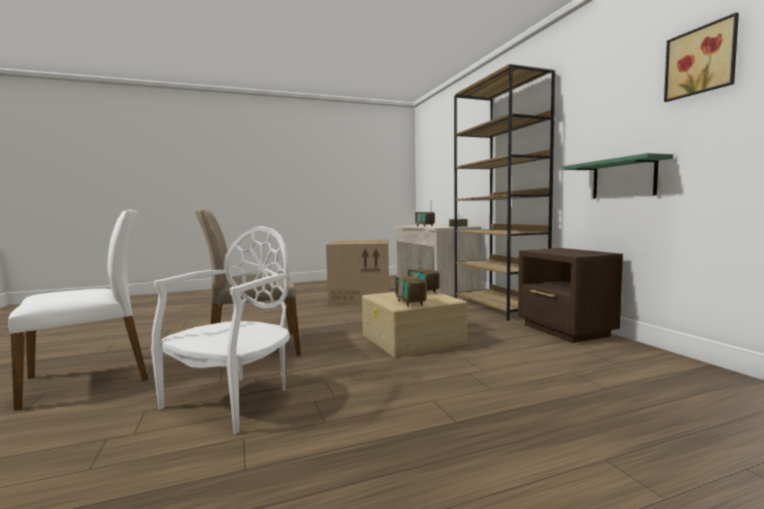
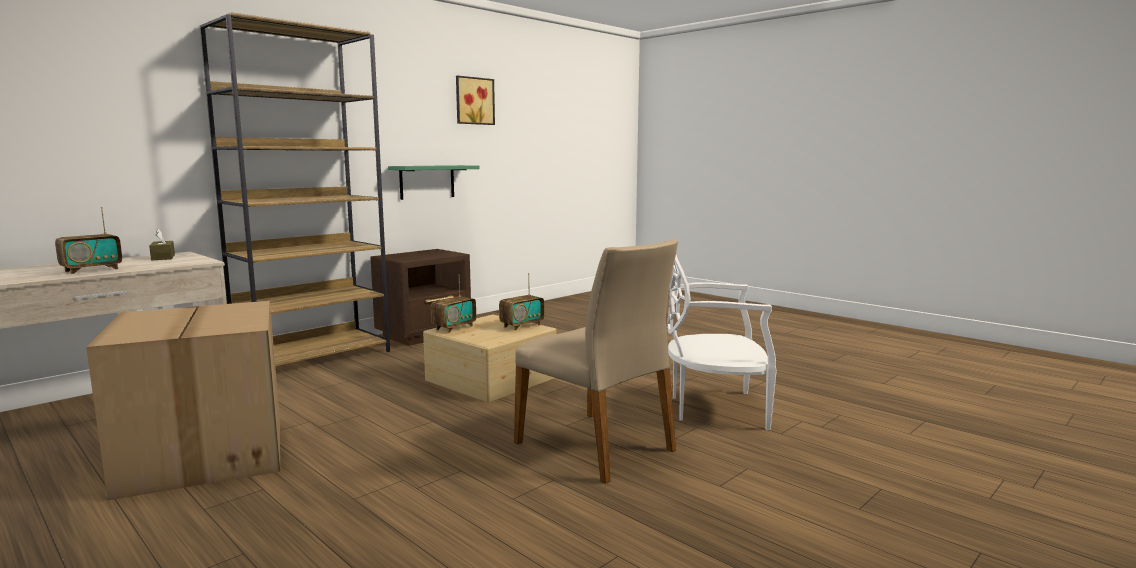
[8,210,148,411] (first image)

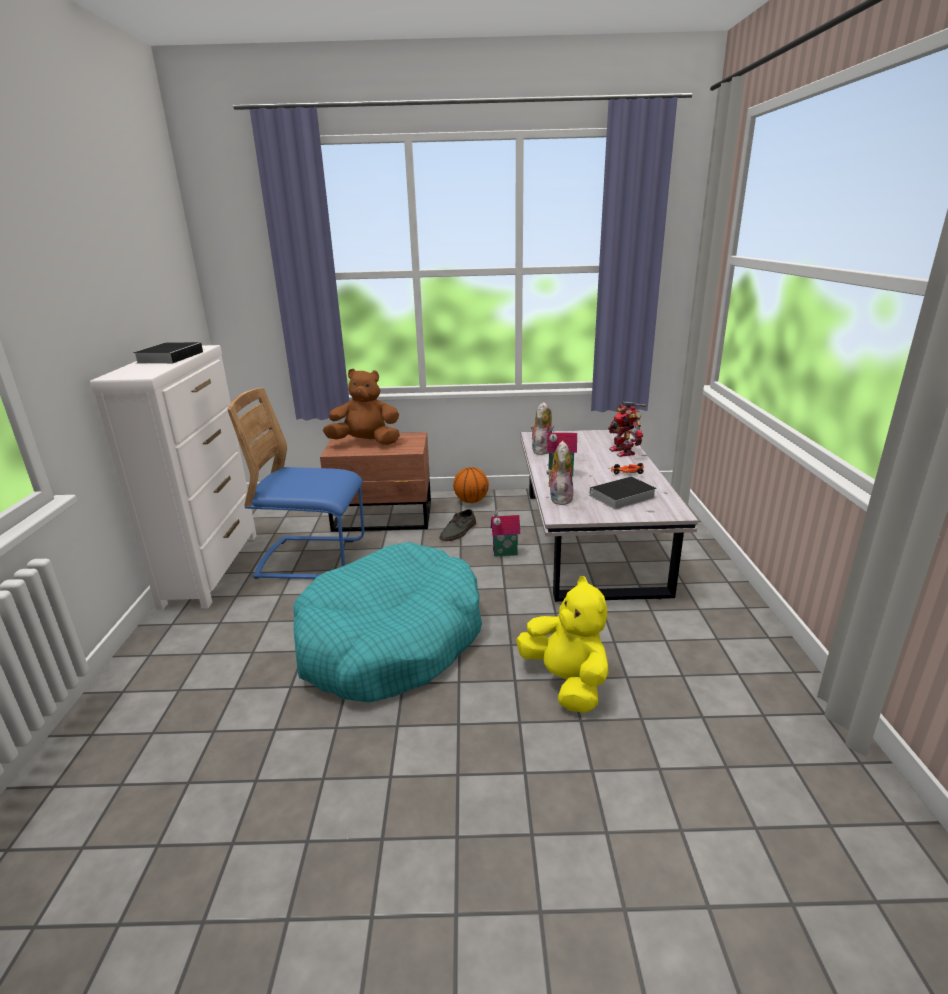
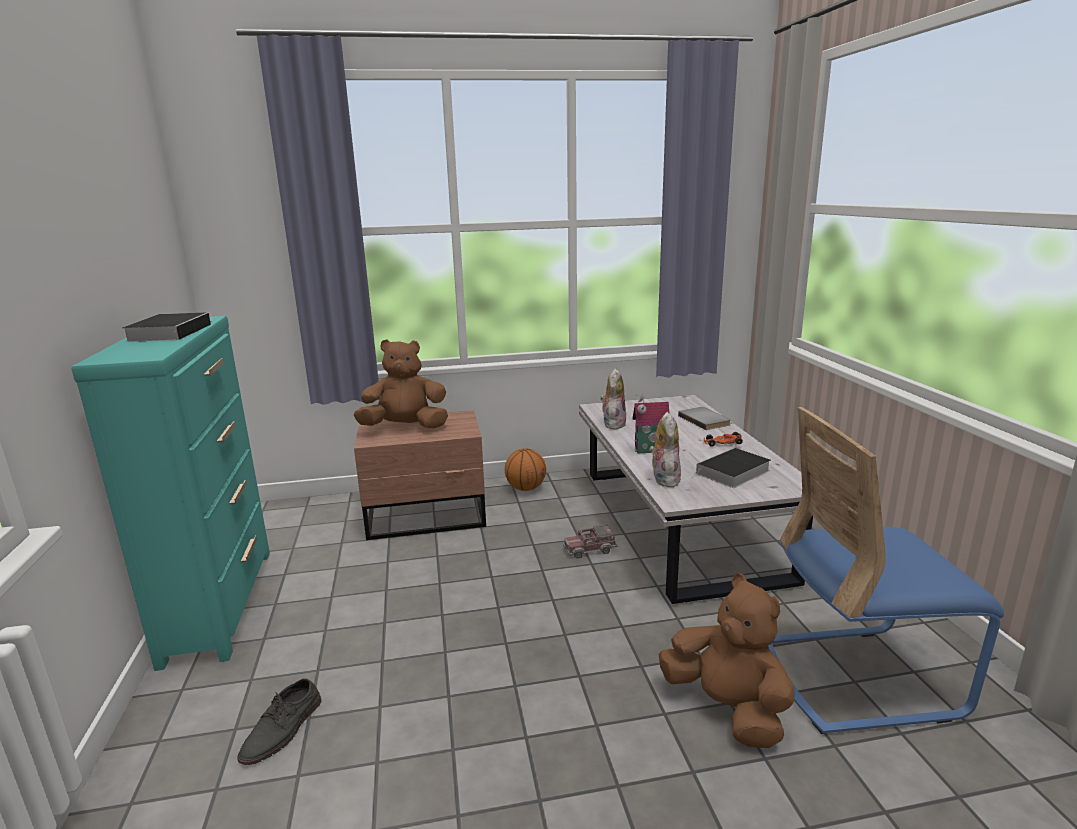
[72,316,270,671]
[768,407,1004,734]
[678,407,731,430]
[237,678,321,765]
[563,525,618,559]
[293,542,482,702] (first image)
[658,573,794,748]

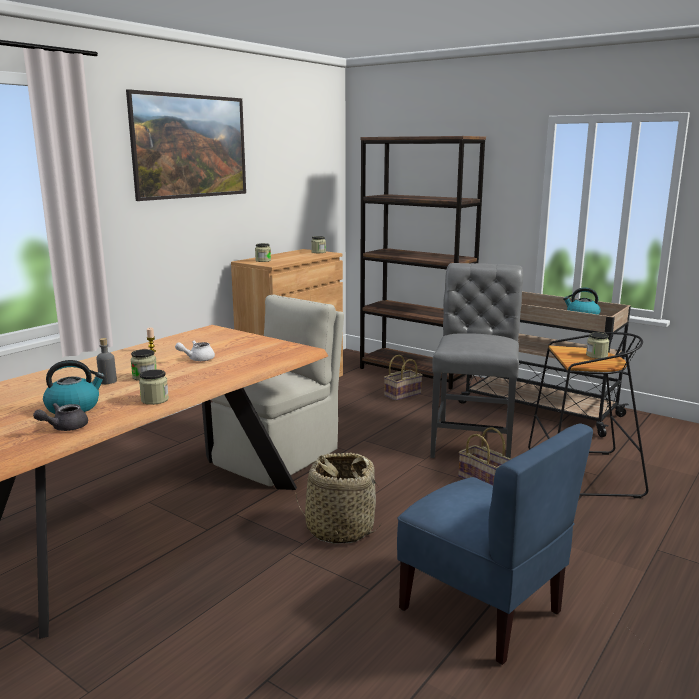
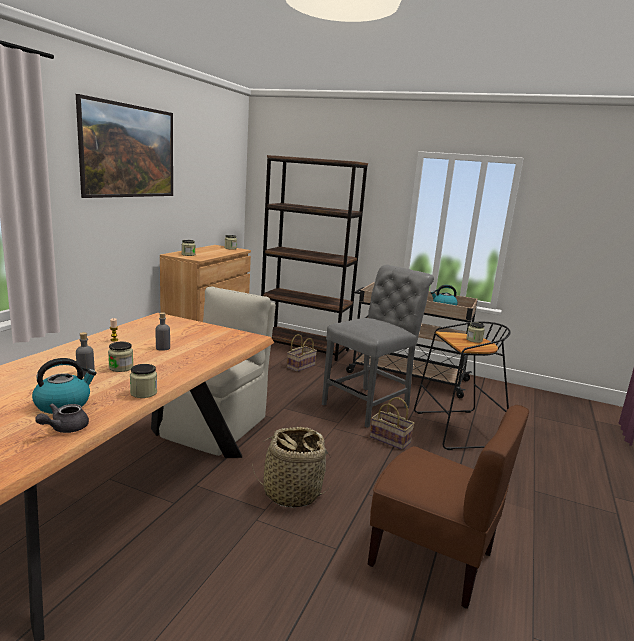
[322,265,434,428]
[155,312,170,351]
[367,405,530,609]

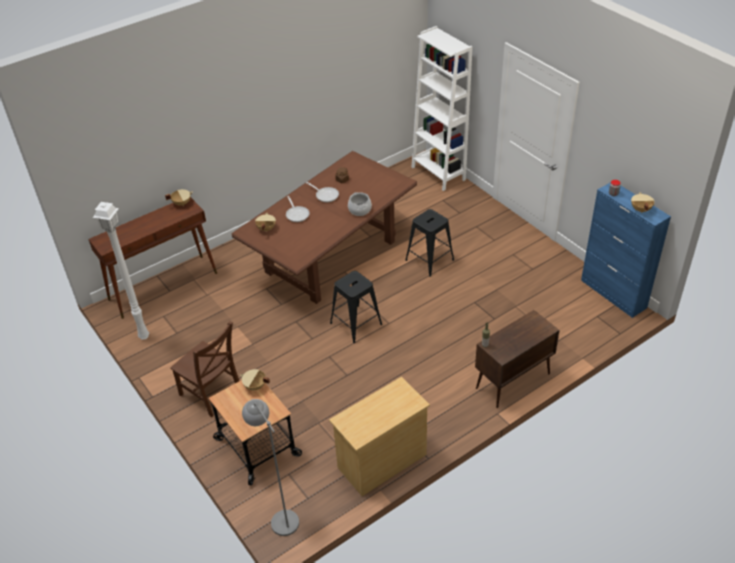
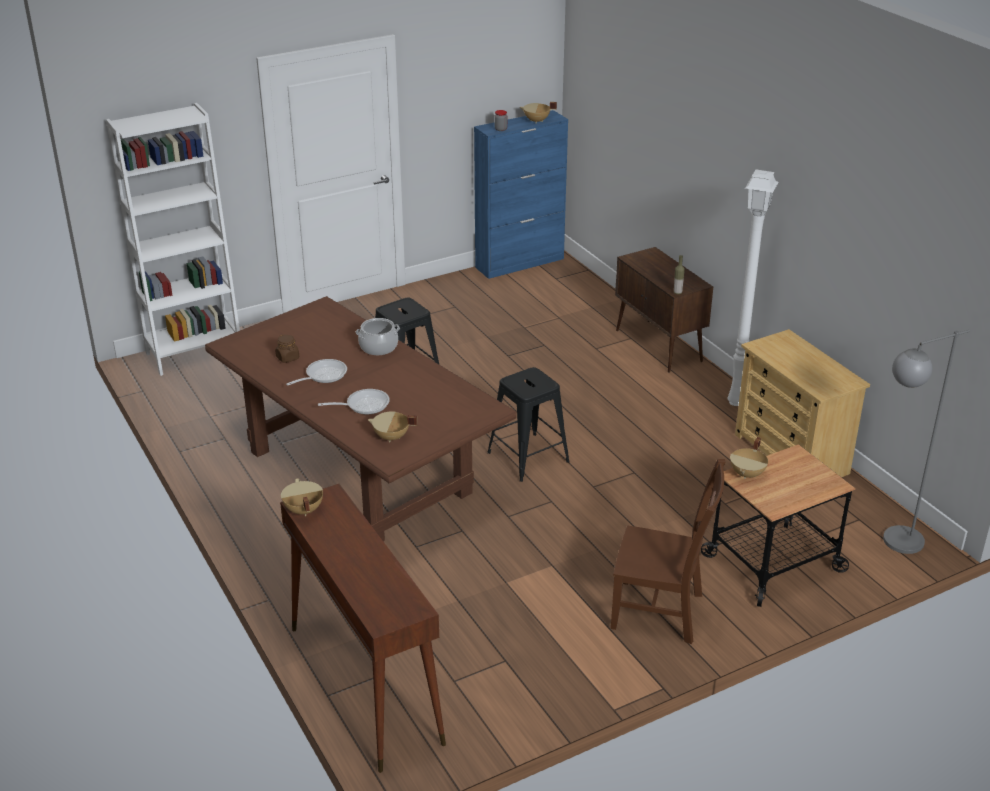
[727,169,778,406]
[611,459,725,644]

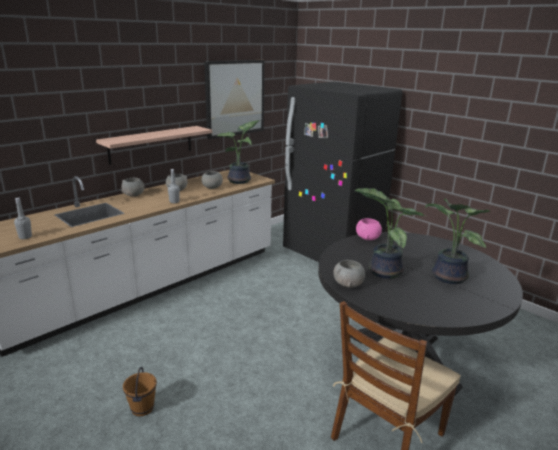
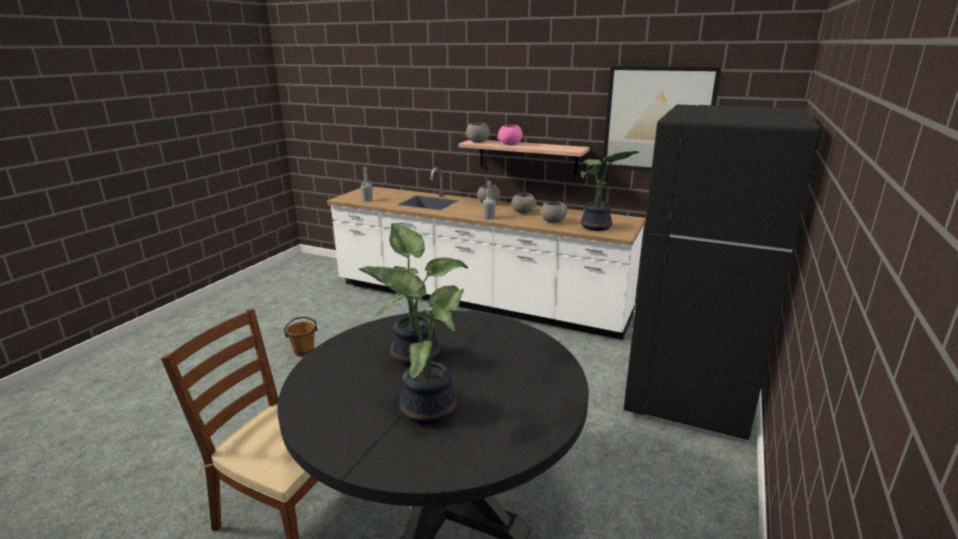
[497,125,523,145]
[465,123,490,143]

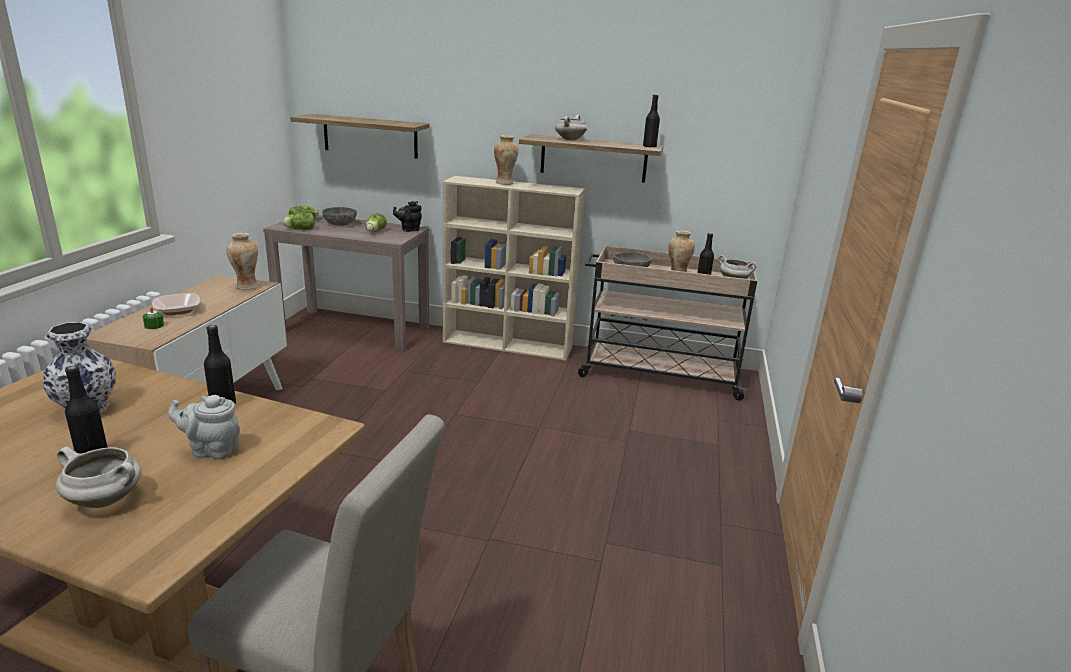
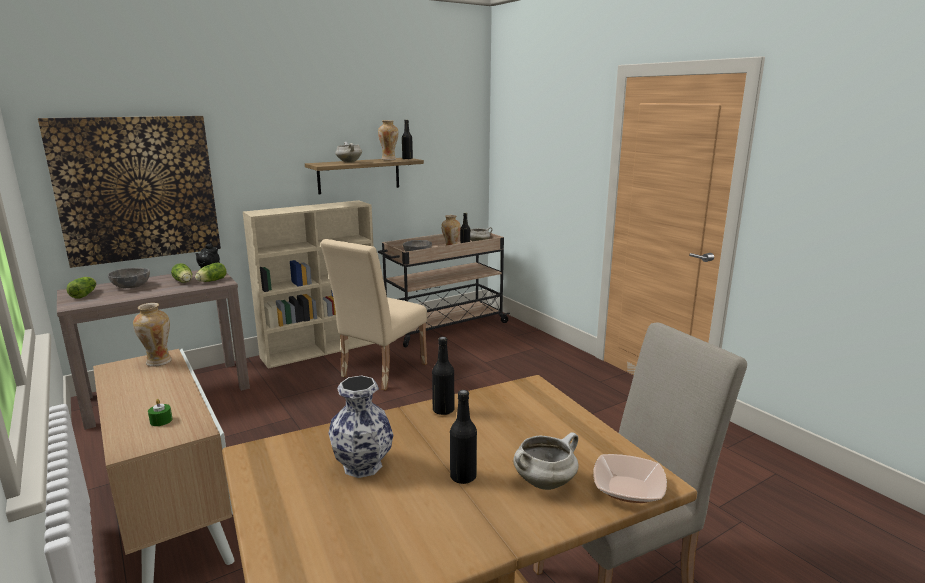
[38,116,221,268]
[378,120,398,160]
[195,262,227,282]
[593,454,667,503]
[168,395,240,459] (first image)
[320,239,427,390]

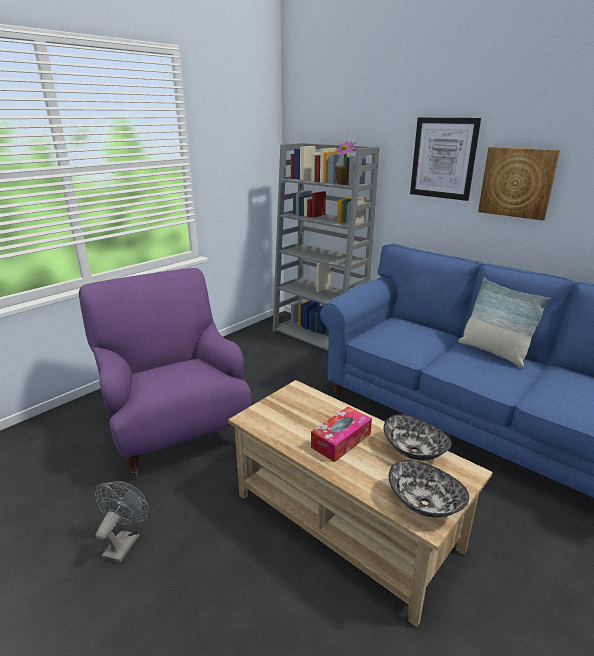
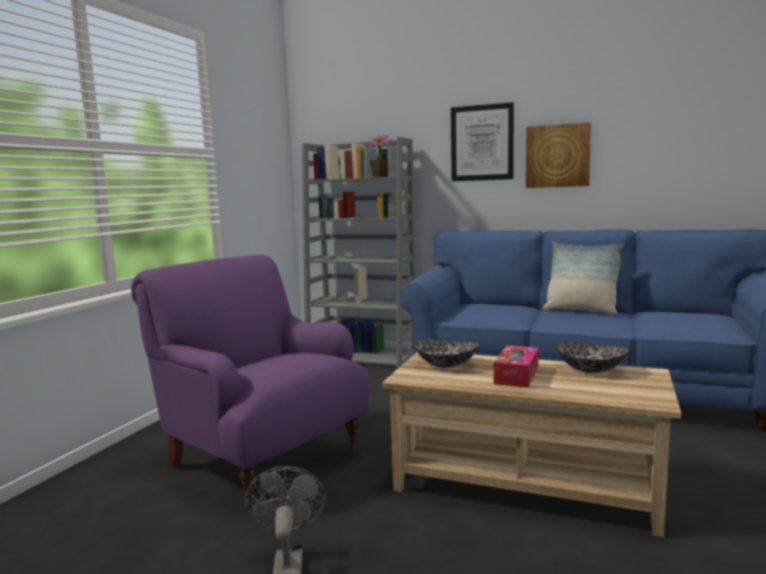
[412,339,480,368]

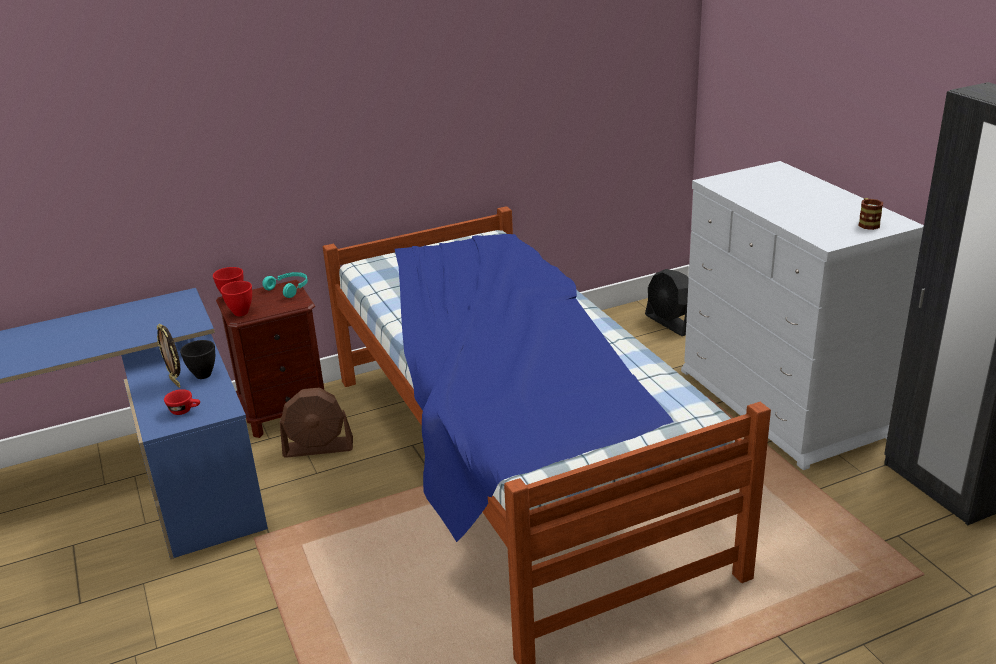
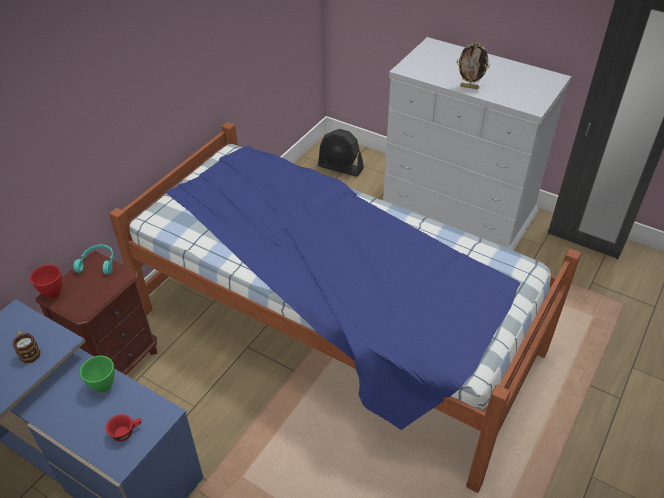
[12,330,40,364]
[220,281,252,316] (first image)
[457,42,490,89]
[80,356,115,393]
[280,388,353,458] (first image)

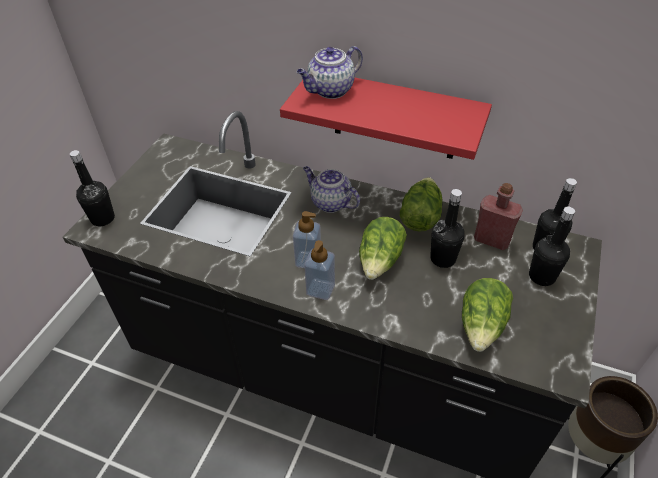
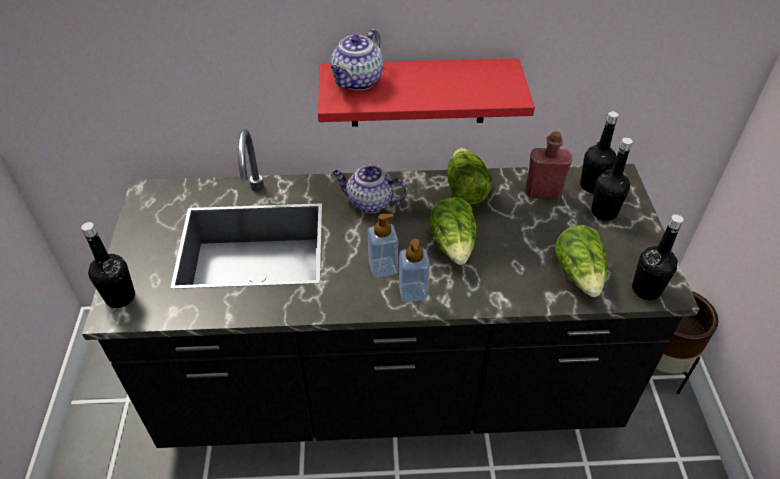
[632,214,684,300]

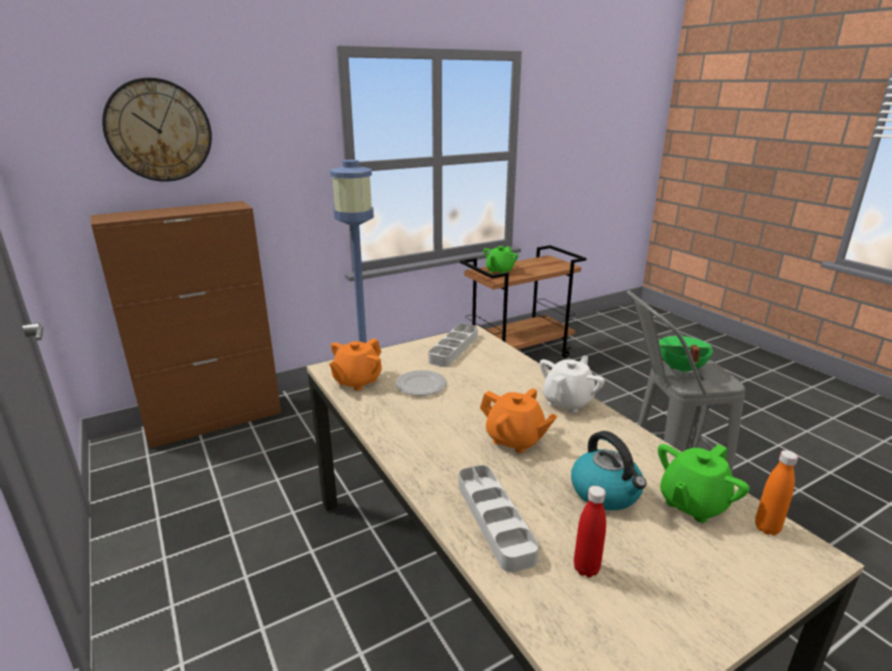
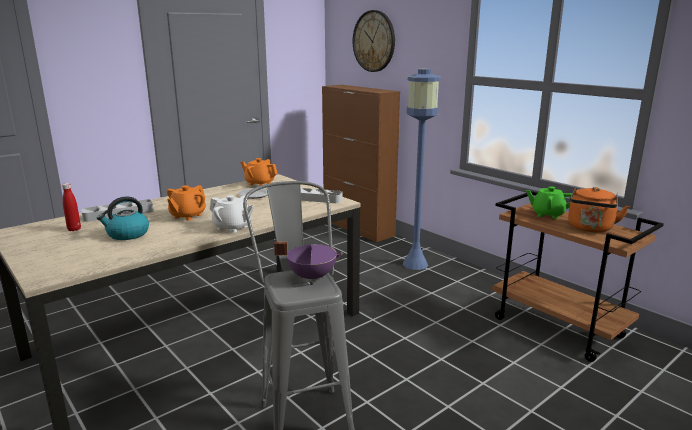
[274,242,344,282]
[658,444,750,523] (first image)
[755,450,798,535] (first image)
[568,187,630,233]

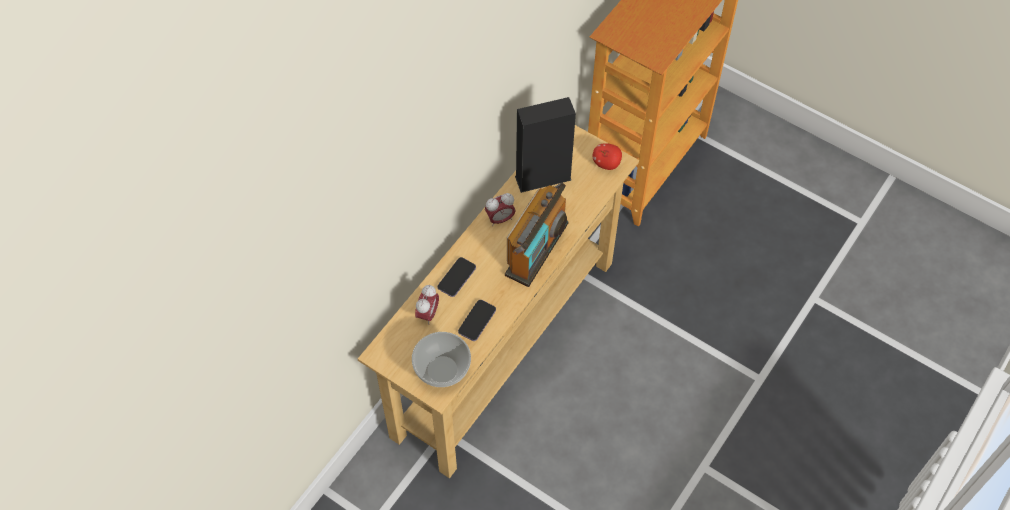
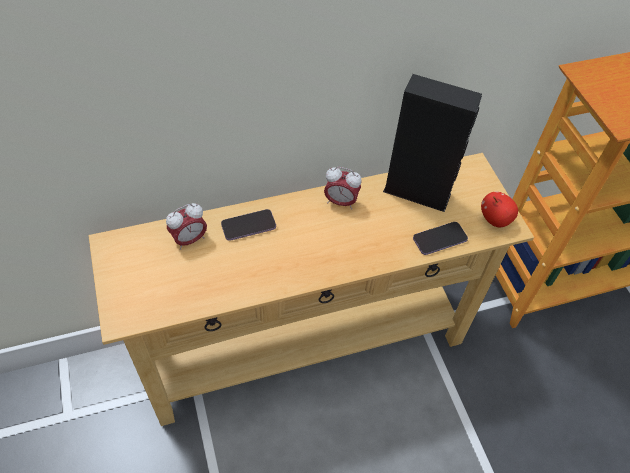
[505,183,568,287] (first image)
[413,222,468,255]
[412,332,471,387] (first image)

